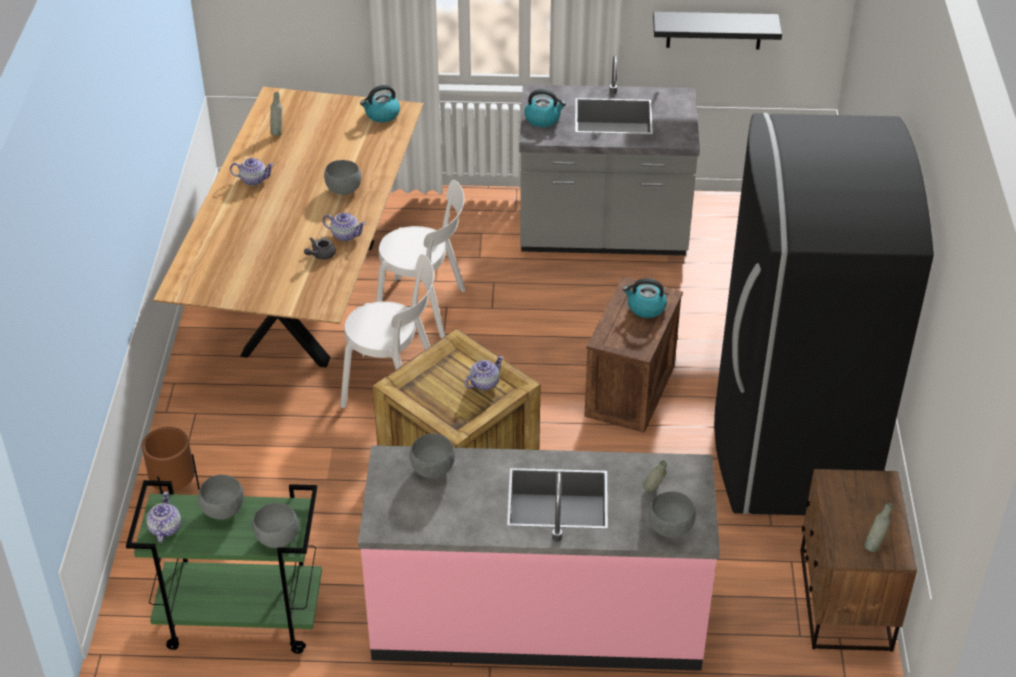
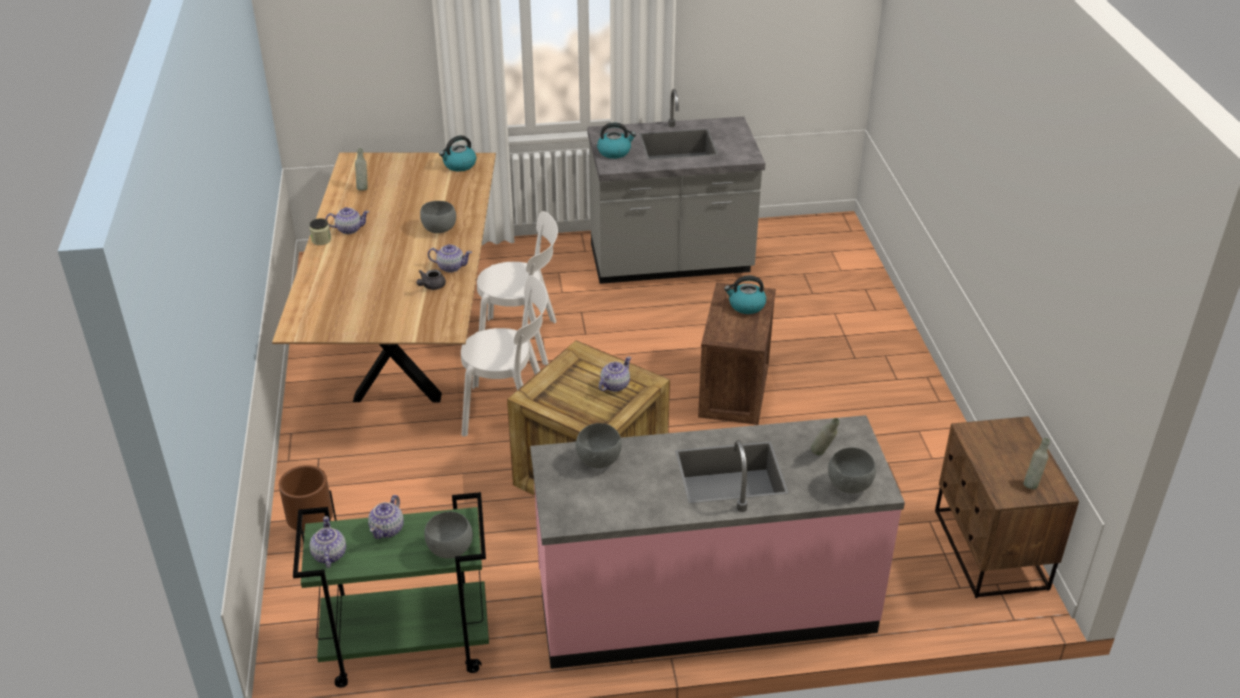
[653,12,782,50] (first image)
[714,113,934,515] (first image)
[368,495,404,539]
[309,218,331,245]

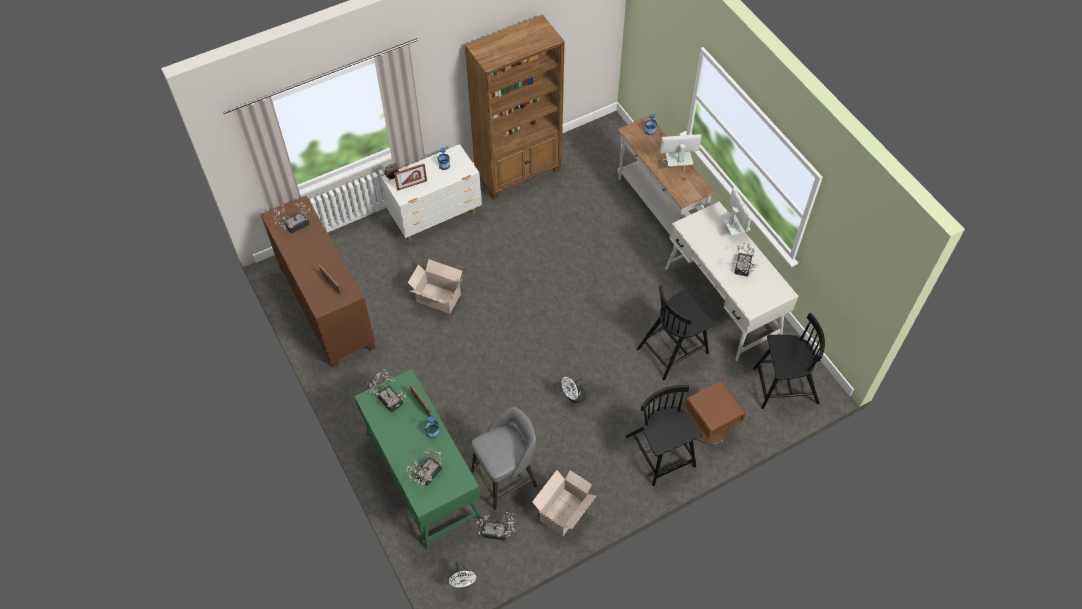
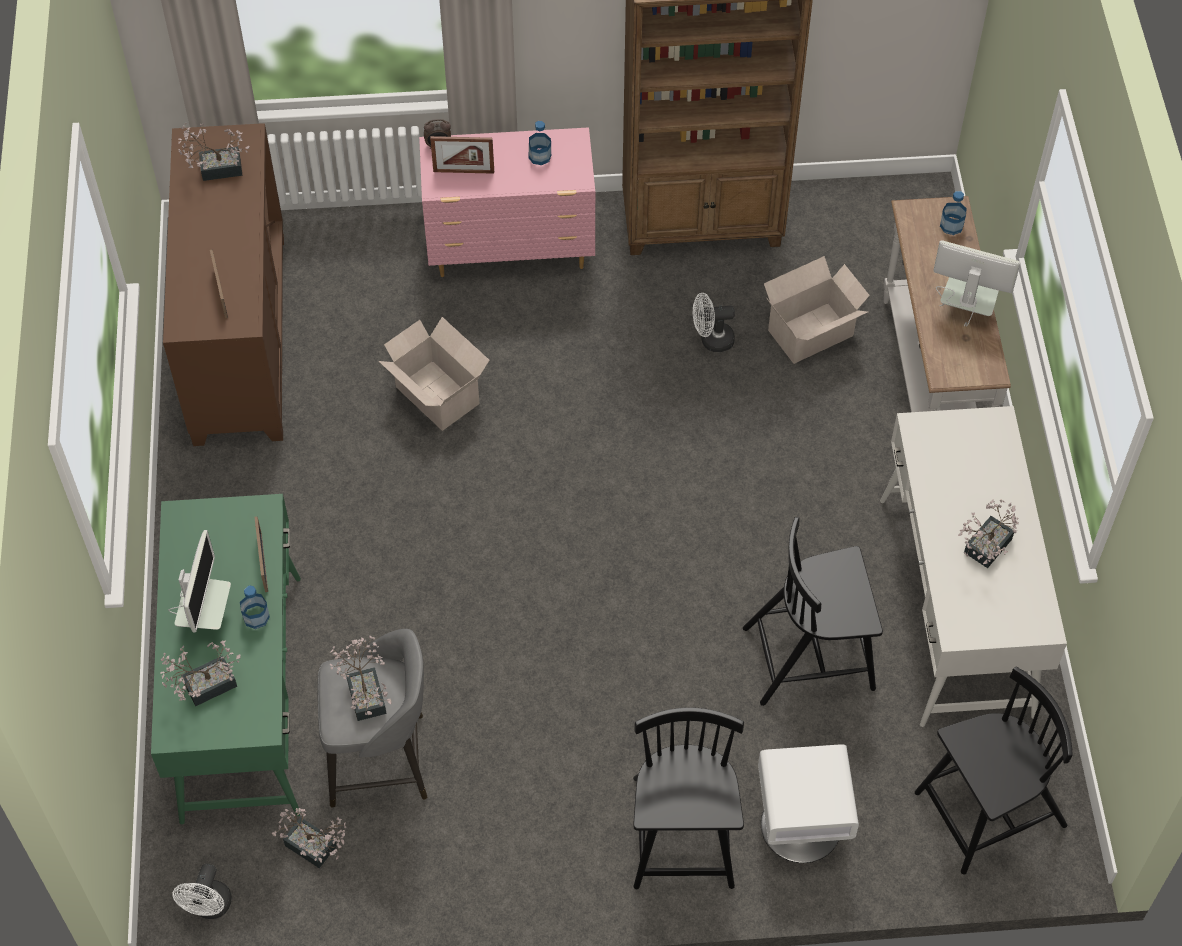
[419,127,595,277]
[169,530,231,632]
[915,667,1072,874]
[330,636,392,721]
[693,293,735,352]
[758,744,859,863]
[764,256,870,364]

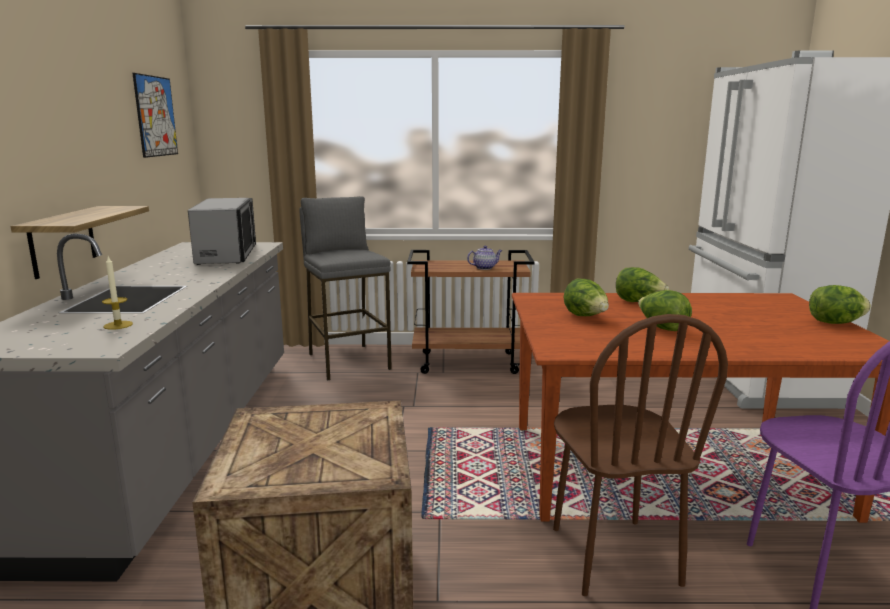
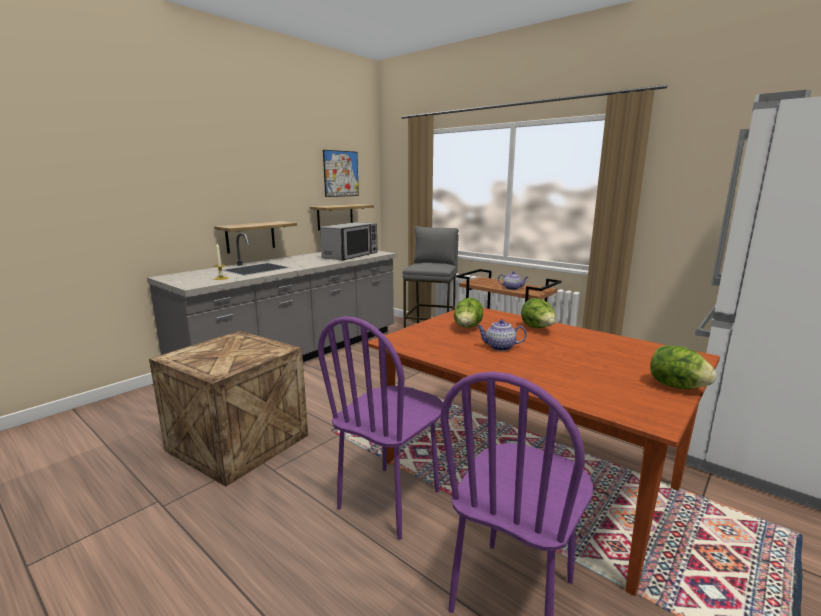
[477,319,527,351]
[318,317,443,540]
[310,204,374,230]

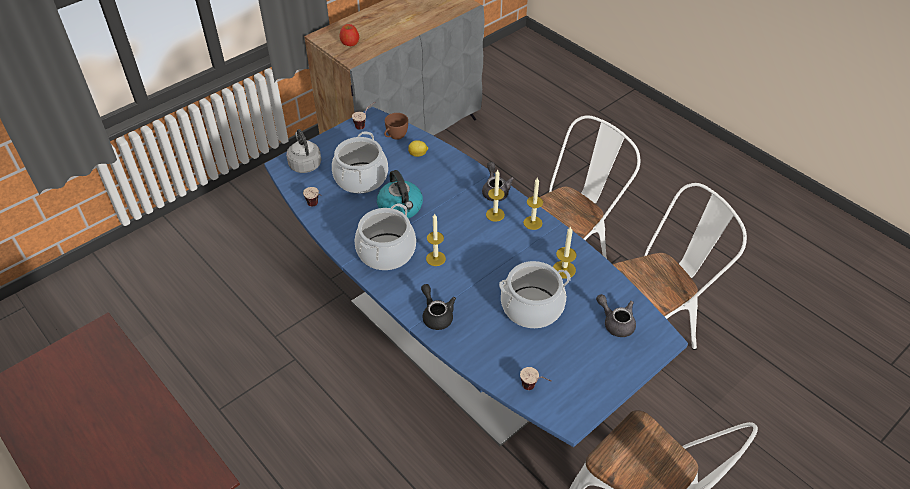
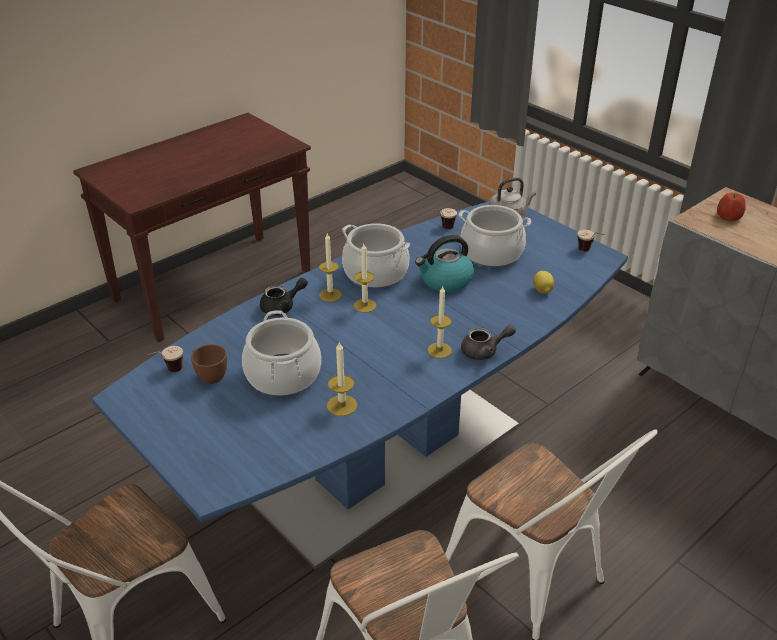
[191,344,227,384]
[319,234,342,302]
[596,294,636,337] (first image)

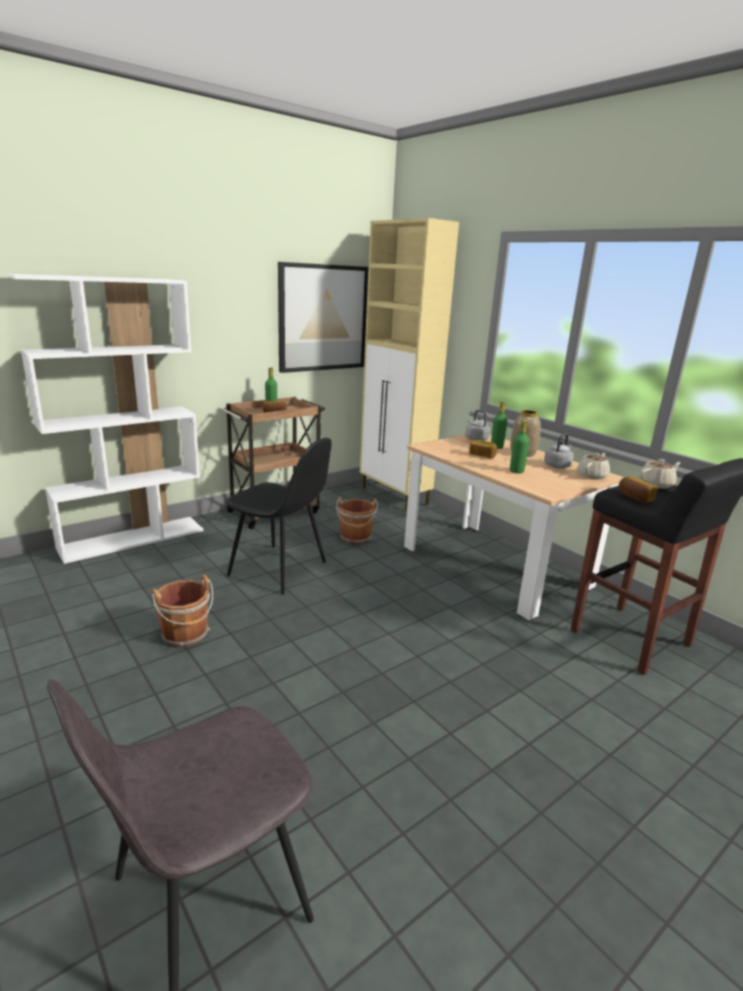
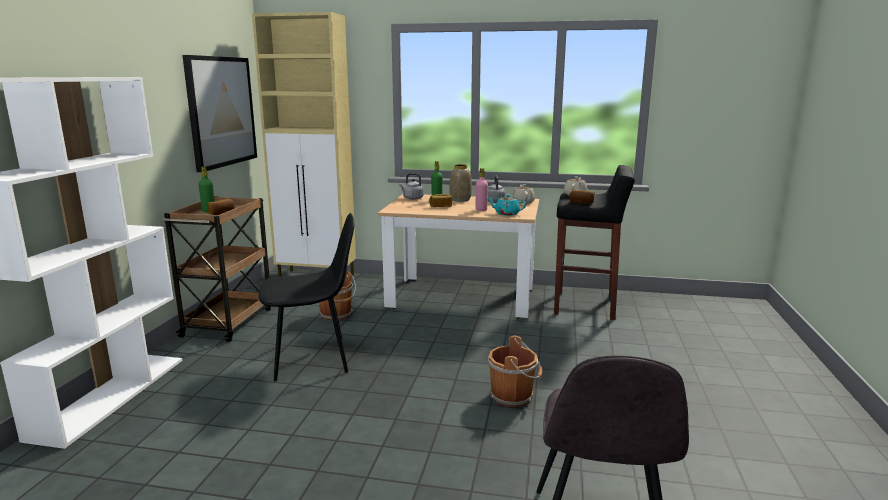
[476,168,488,211]
[488,336,542,407]
[488,195,527,216]

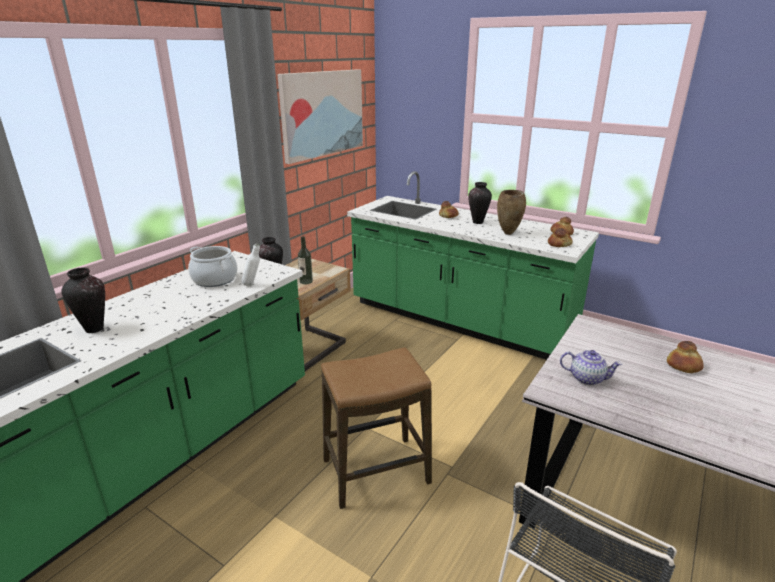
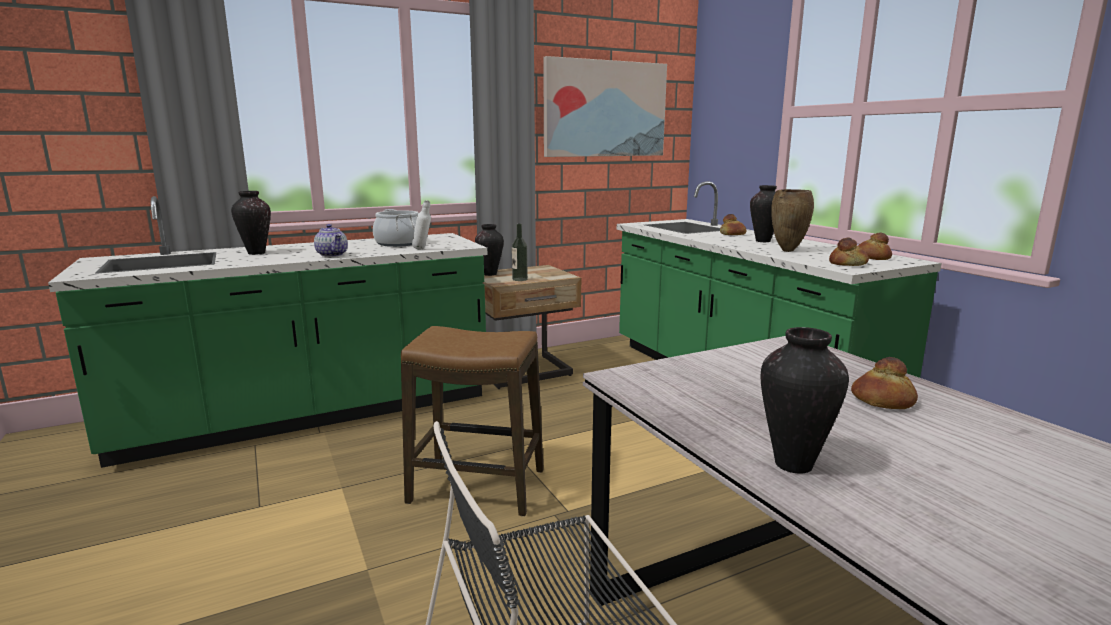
[314,224,348,257]
[760,327,849,474]

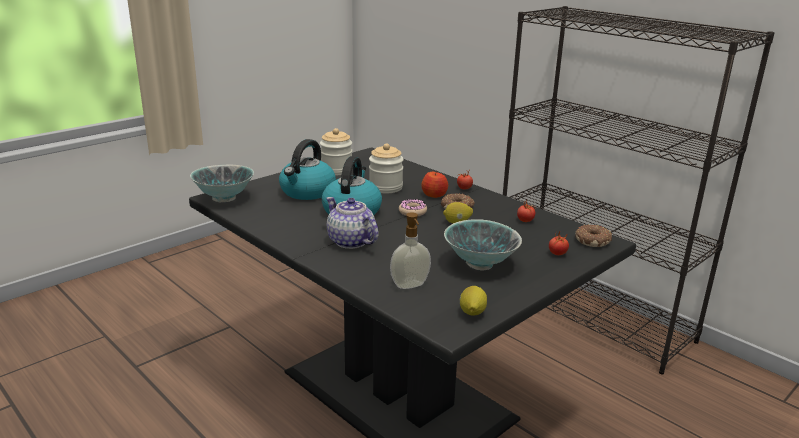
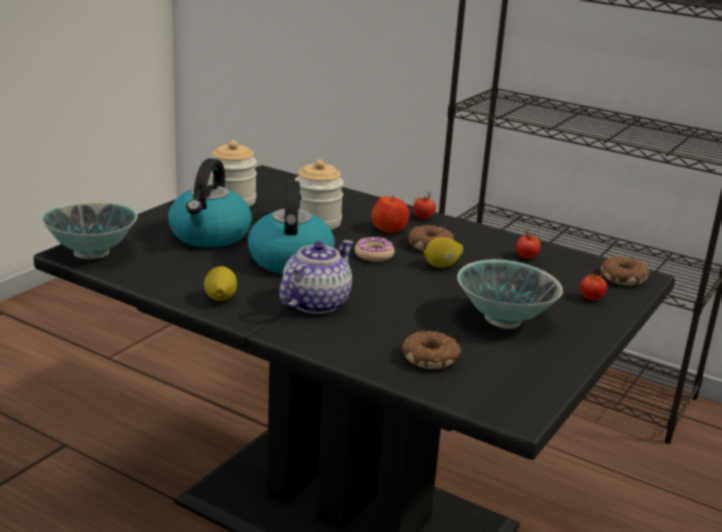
[279,240,353,314]
[402,331,461,369]
[204,266,237,301]

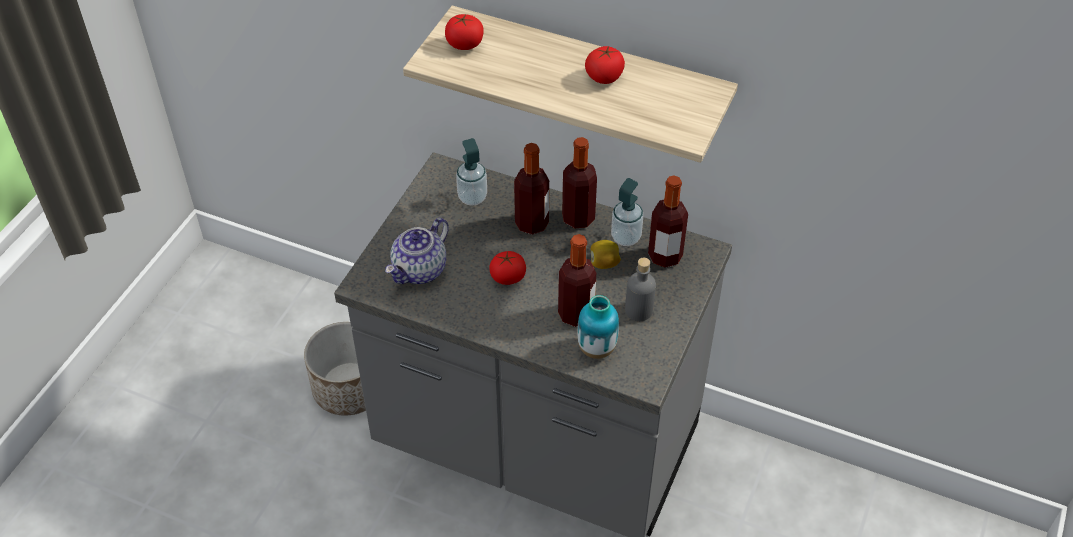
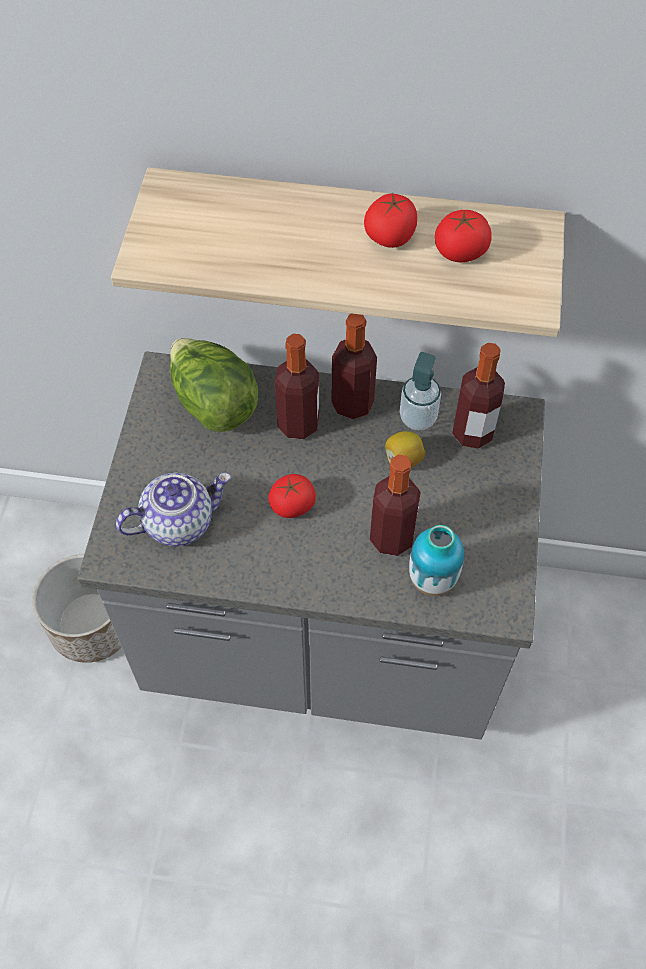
[435,210,492,262]
[170,338,259,432]
[116,473,231,546]
[625,258,656,321] (first image)

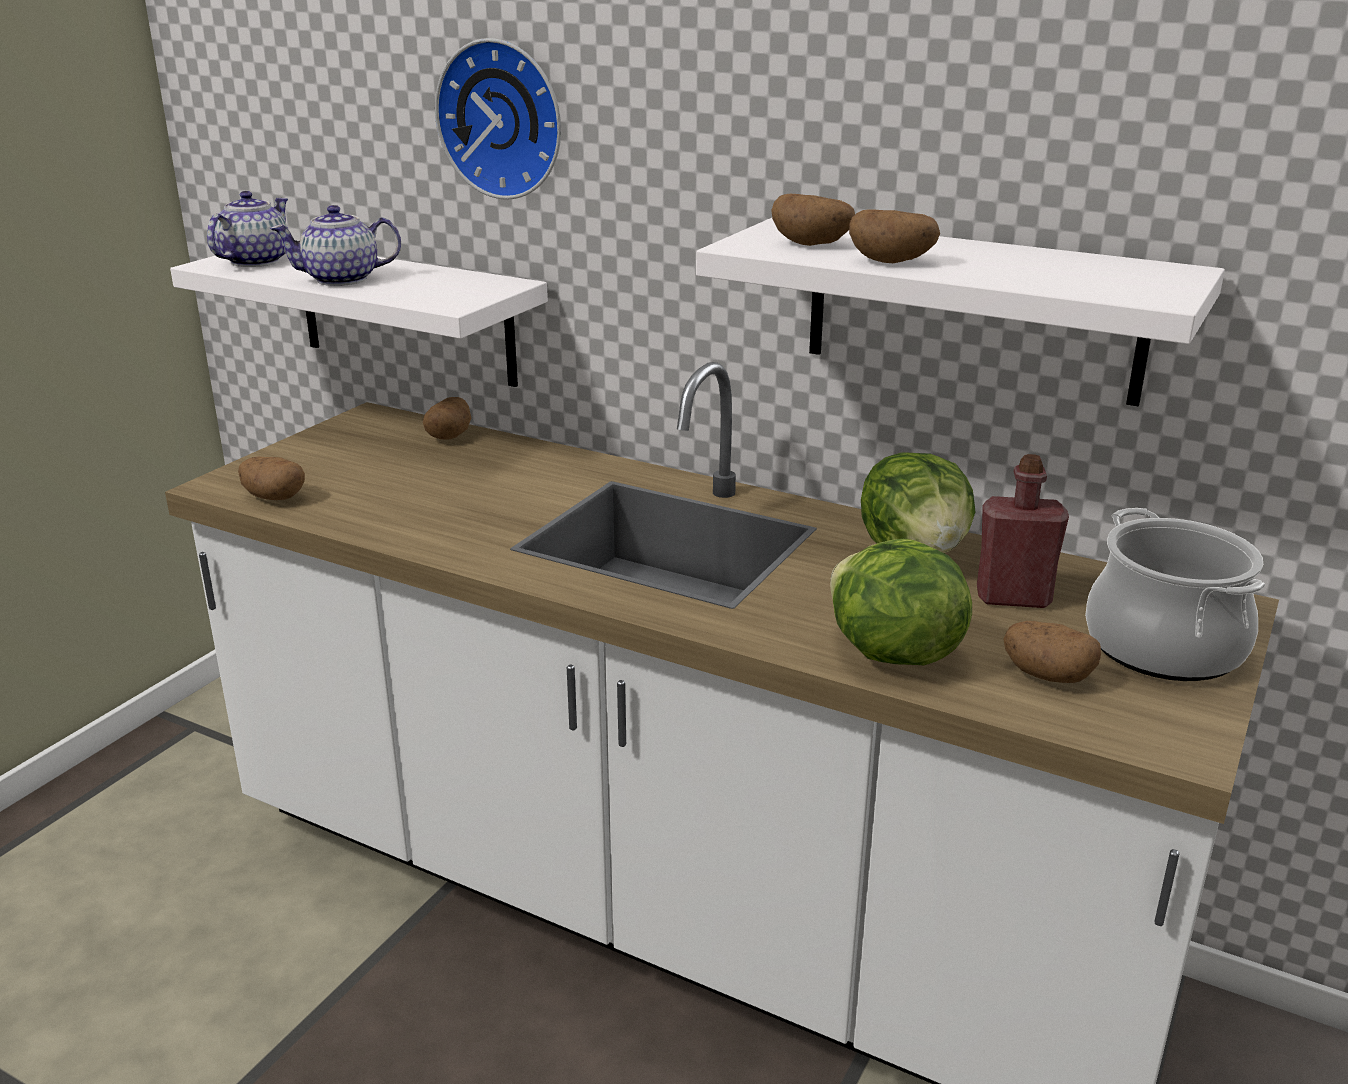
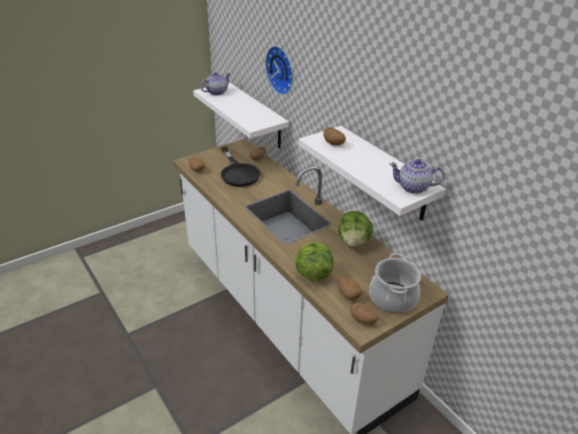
[389,159,445,194]
[350,302,379,324]
[977,454,1069,608] (first image)
[221,147,260,187]

